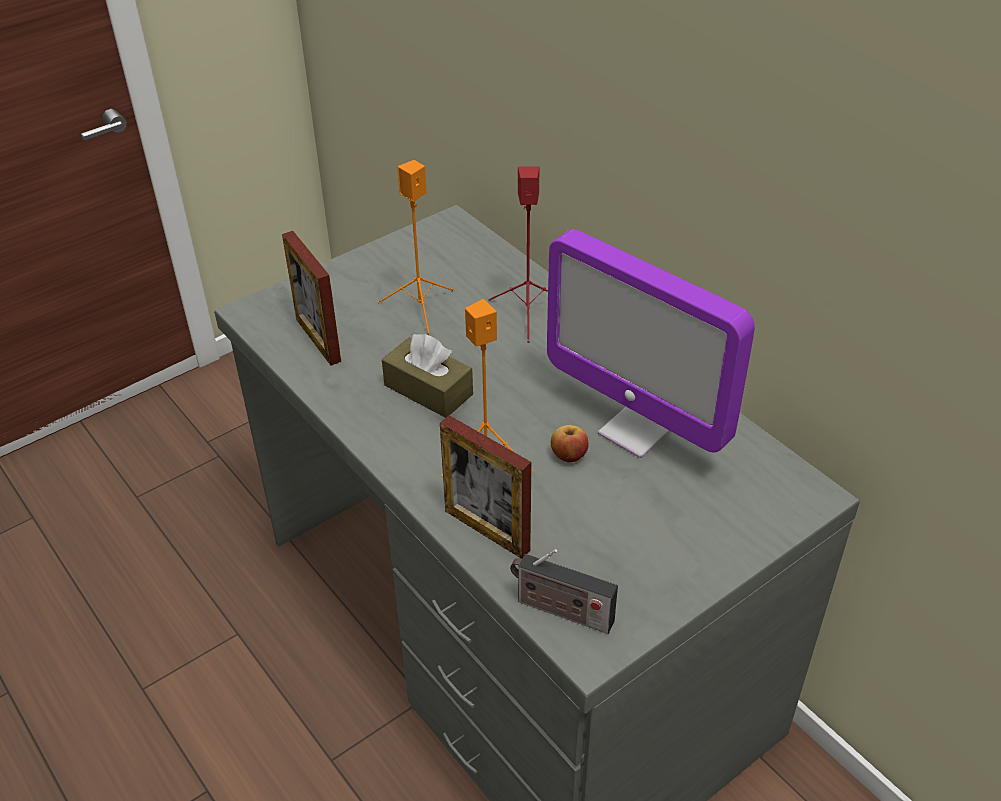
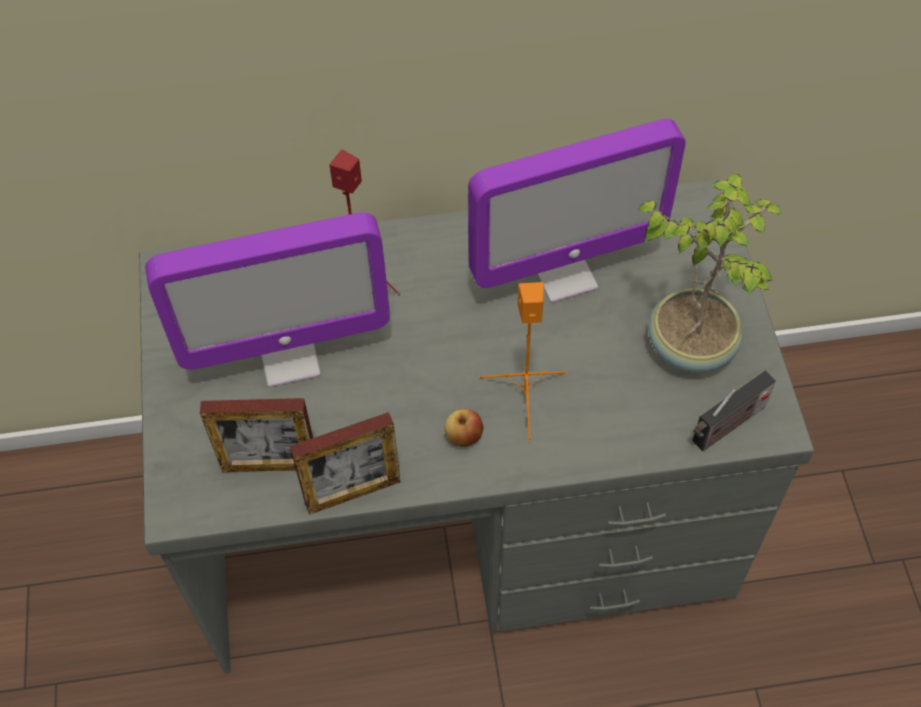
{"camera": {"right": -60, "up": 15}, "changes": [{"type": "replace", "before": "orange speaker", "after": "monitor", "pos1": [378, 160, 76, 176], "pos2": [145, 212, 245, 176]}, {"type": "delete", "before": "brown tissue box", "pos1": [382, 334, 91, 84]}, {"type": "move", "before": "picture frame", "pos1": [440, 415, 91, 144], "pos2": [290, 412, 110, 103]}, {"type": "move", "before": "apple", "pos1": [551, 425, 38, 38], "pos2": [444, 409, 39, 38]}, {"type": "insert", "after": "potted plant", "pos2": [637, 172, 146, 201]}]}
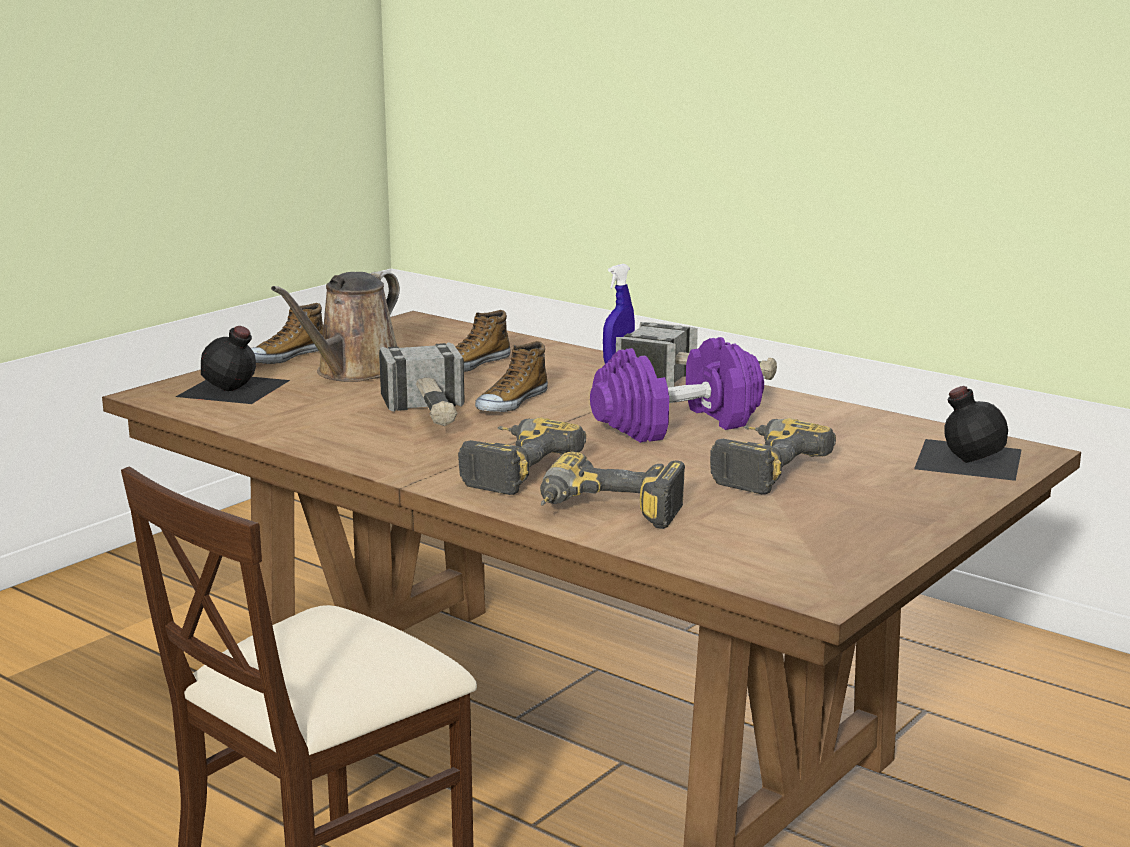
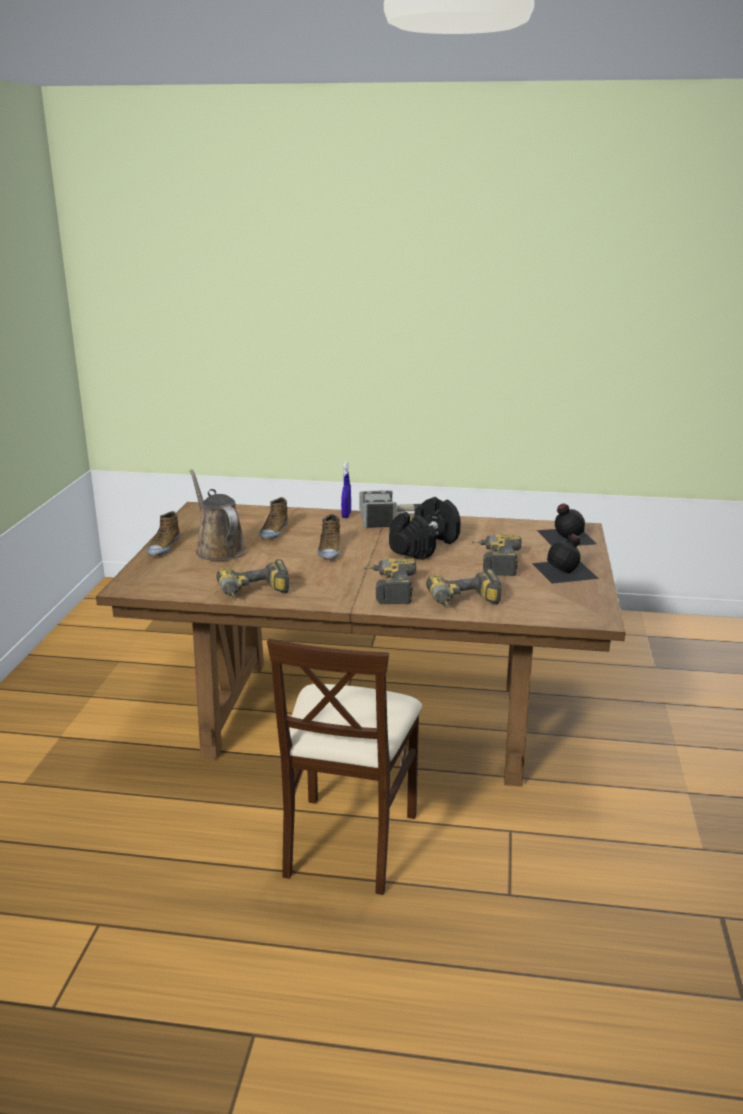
{"camera": {"right": -30, "up": 5}, "changes": [{"type": "move", "before": "black bottle", "pos1": [176, 326, 114, 78], "pos2": [532, 534, 67, 50]}, {"type": "rotate", "before": "brown watering can", "pos1": [271, 272, 129, 110], "pos2": [190, 469, 56, 92], "turn": 150}, {"type": "delete", "before": "hammer", "pos1": [379, 342, 86, 84]}, {"type": "recolor", "before": "purple dumbbell", "after": "black dumbbell", "pos1": [590, 337, 174, 106], "pos2": [389, 497, 72, 63]}, {"type": "insert", "after": "power drill", "pos2": [216, 559, 73, 39]}]}
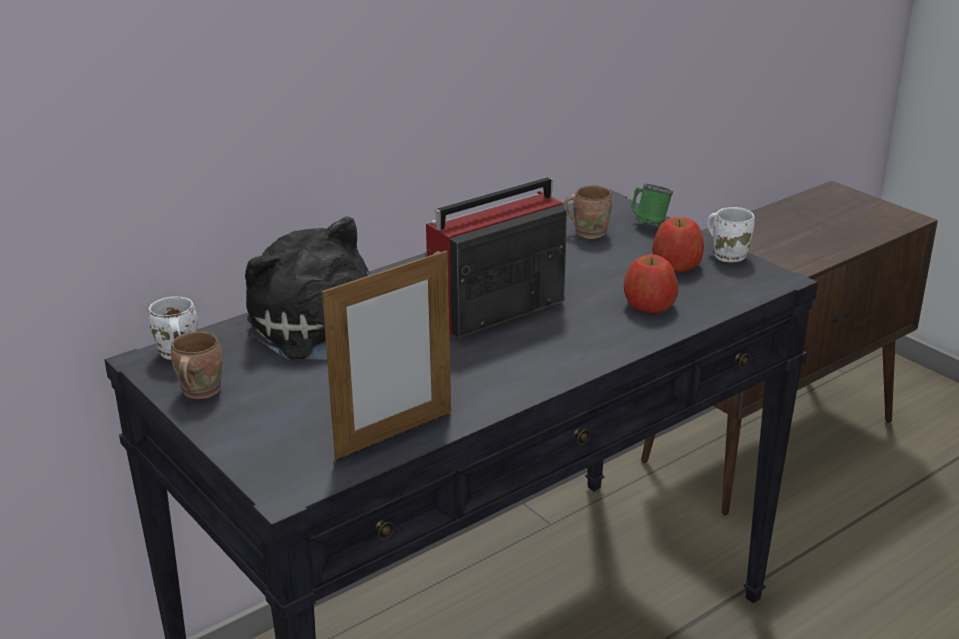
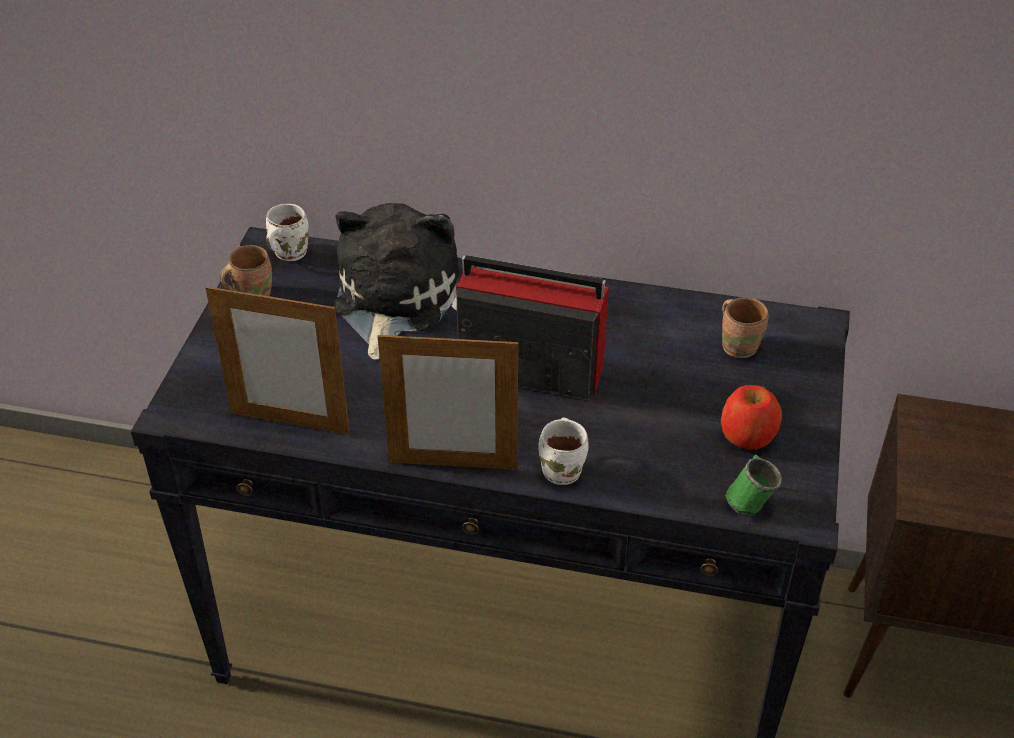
{"camera": {"right": 50, "up": 15}, "changes": [{"type": "delete", "before": "apple", "pos1": [624, 254, 54, 60]}, {"type": "move", "before": "green mug", "pos1": [631, 183, 42, 43], "pos2": [726, 455, 56, 61]}, {"type": "move", "before": "white mug", "pos1": [707, 207, 48, 55], "pos2": [538, 418, 50, 67]}, {"type": "insert", "after": "picture frame", "pos2": [378, 331, 140, 139]}]}
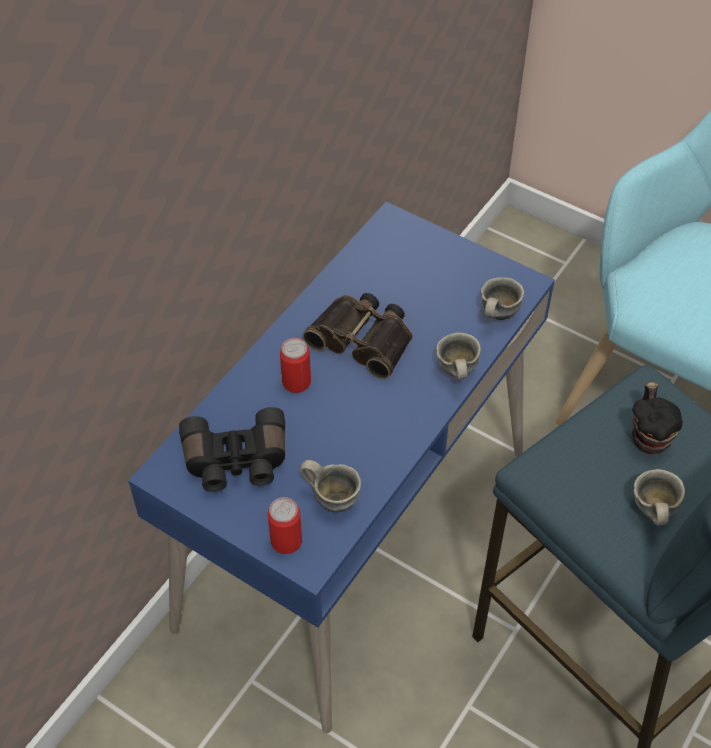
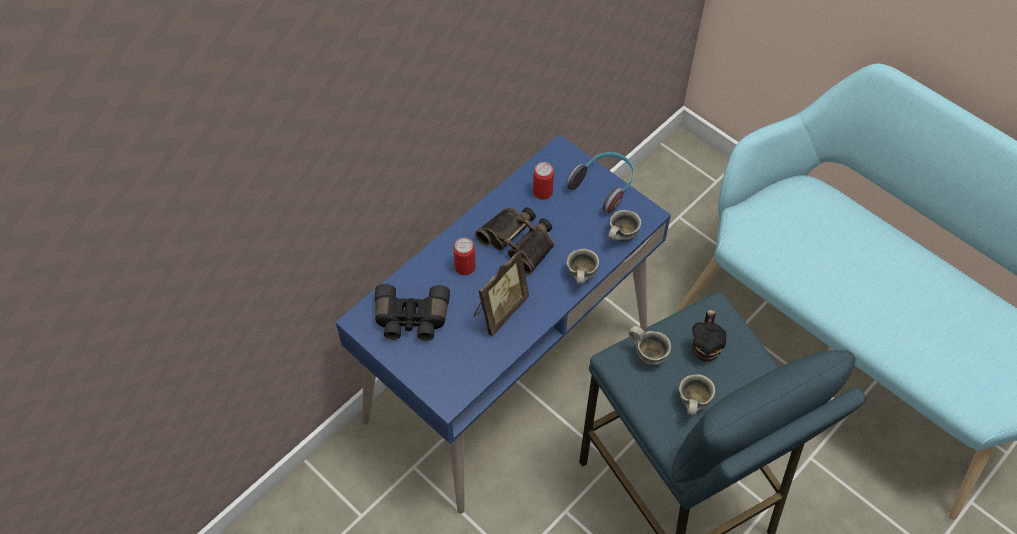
{"camera": {"right": 10, "up": 5}, "changes": [{"type": "move", "before": "can", "pos1": [268, 497, 34, 57], "pos2": [533, 162, 21, 38]}, {"type": "move", "before": "grey mug", "pos1": [300, 460, 61, 52], "pos2": [629, 326, 42, 40]}, {"type": "insert", "after": "picture frame", "pos2": [474, 249, 55, 87]}, {"type": "insert", "after": "headphones", "pos2": [567, 152, 67, 61]}]}
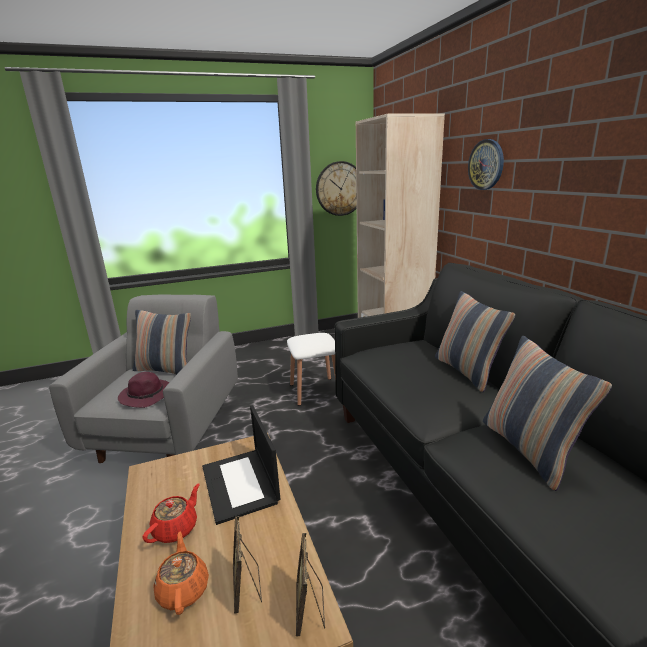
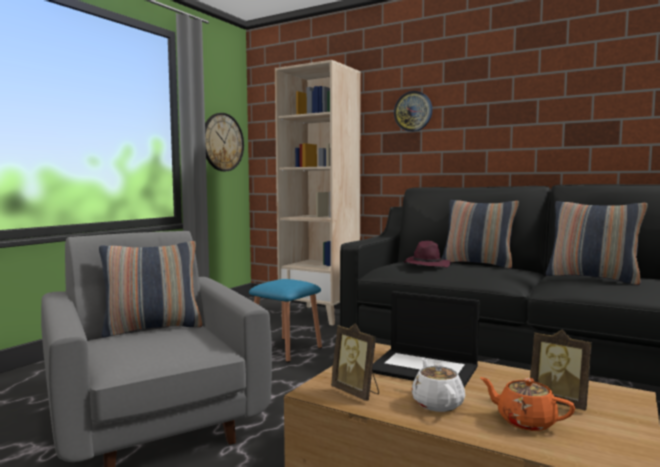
{"camera": {"right": -40, "up": -15}, "changes": [{"type": "move", "before": "purple hat", "pos1": [118, 372, 51, 36], "pos2": [404, 241, 47, 27]}, {"type": "recolor", "before": "red teapot", "after": "white teapot", "pos1": [142, 483, 58, 60], "pos2": [411, 357, 54, 55]}, {"type": "recolor", "before": "white stool", "after": "blue stool", "pos1": [287, 333, 48, 73], "pos2": [249, 279, 73, 83]}, {"type": "move", "before": "picture frame", "pos1": [296, 533, 29, 103], "pos2": [331, 323, 48, 78]}]}
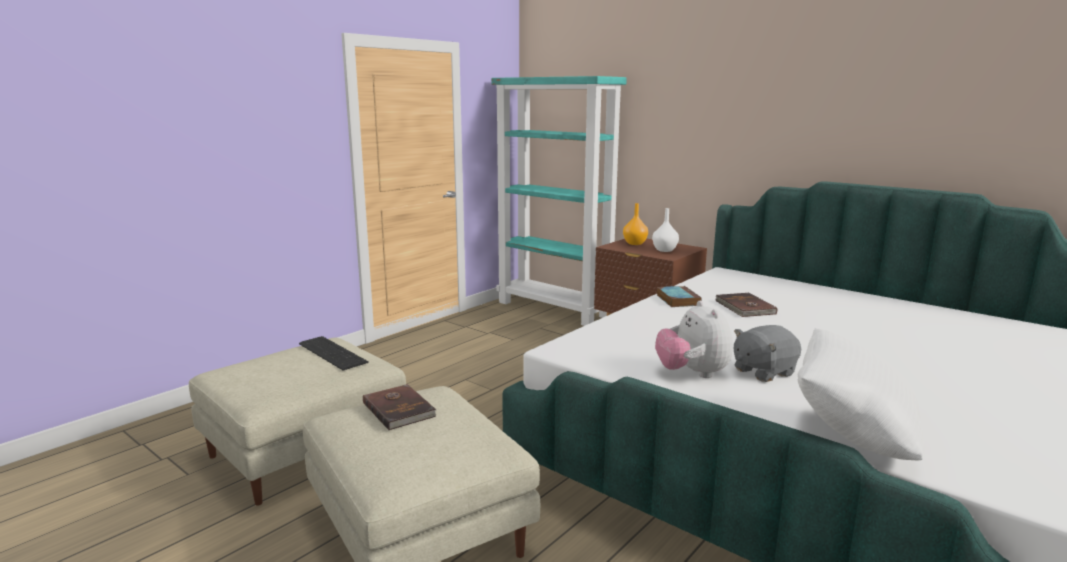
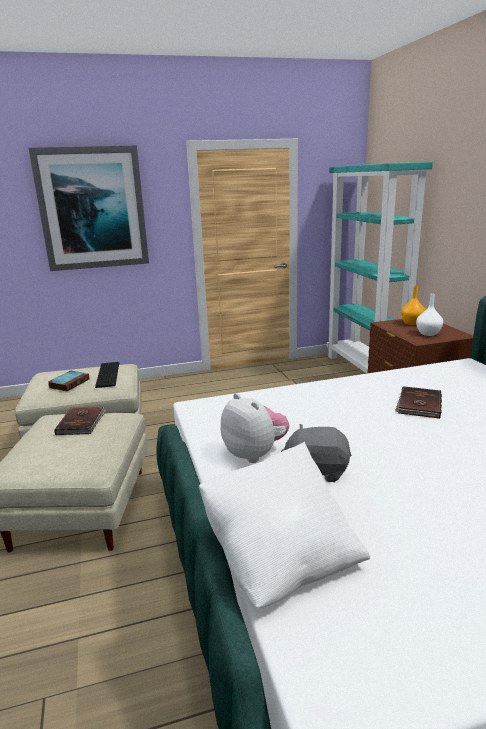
{"camera": {"right": 35, "up": 5}, "changes": [{"type": "rotate", "before": "plush toy", "pos1": [655, 301, 78, 77], "pos2": [221, 393, 68, 70], "turn": 120}, {"type": "move", "before": "book", "pos1": [657, 286, 45, 21], "pos2": [48, 371, 41, 20]}, {"type": "insert", "after": "picture", "pos2": [29, 145, 120, 126]}]}
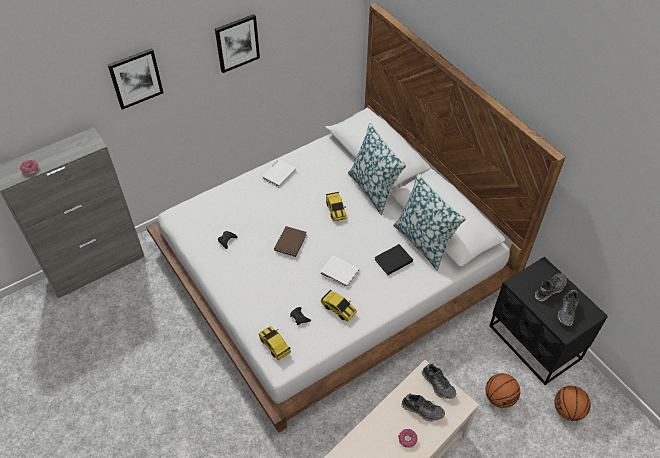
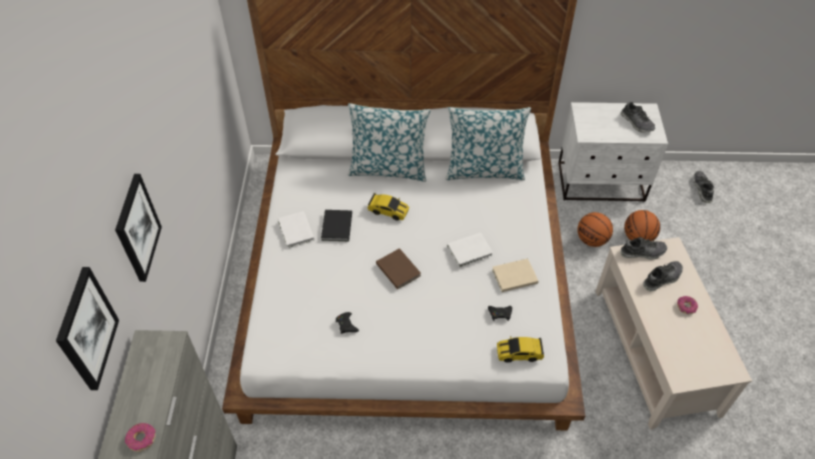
{"camera": {"right": -55, "up": 0}, "changes": [{"type": "move", "before": "picture", "pos1": [215, 14, 45, 59], "pos2": [56, 267, 63, 123]}, {"type": "replace", "before": "toy car", "after": "beige book", "pos1": [321, 289, 36, 33], "pos2": [492, 258, 46, 34]}, {"type": "move", "before": "black book", "pos1": [374, 244, 39, 31], "pos2": [321, 210, 31, 31]}, {"type": "recolor", "before": "black nightstand", "after": "white nightstand", "pos1": [489, 257, 119, 128], "pos2": [558, 102, 110, 100]}, {"type": "move", "before": "shoe", "pos1": [535, 273, 32, 28], "pos2": [694, 171, 20, 32]}, {"type": "move", "before": "basketball", "pos1": [554, 386, 37, 35], "pos2": [577, 212, 36, 35]}]}
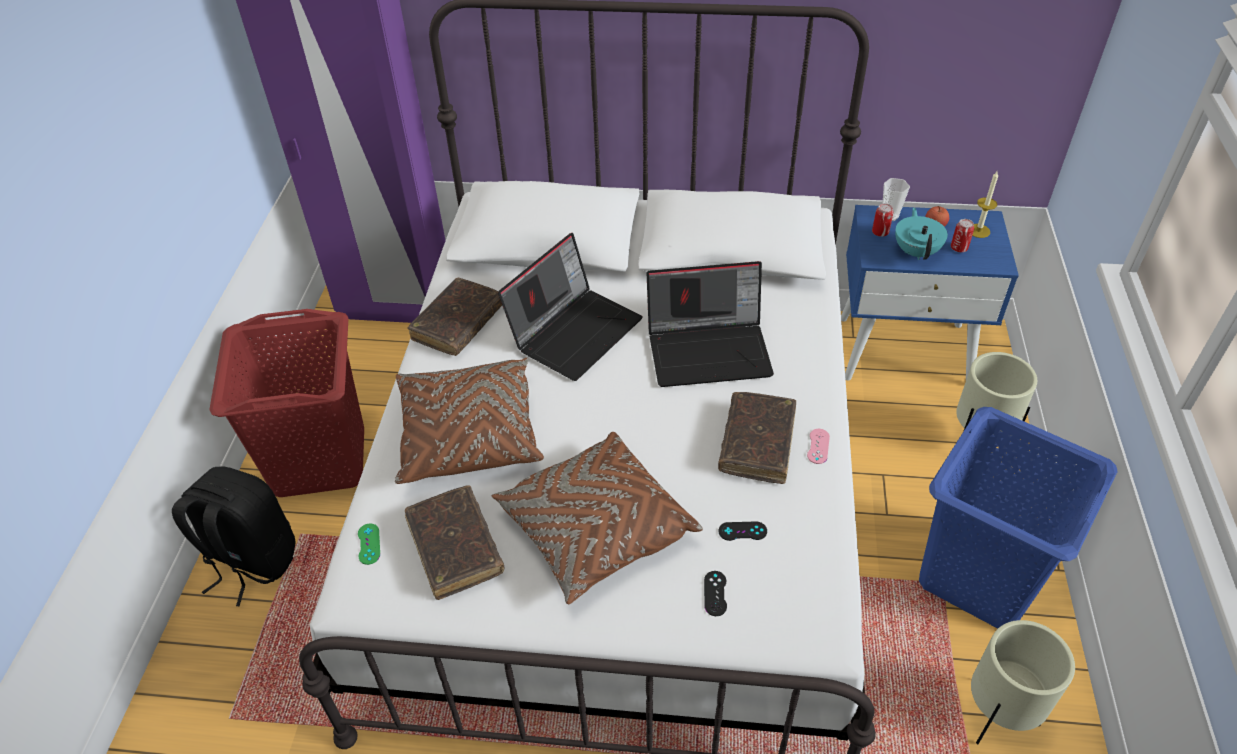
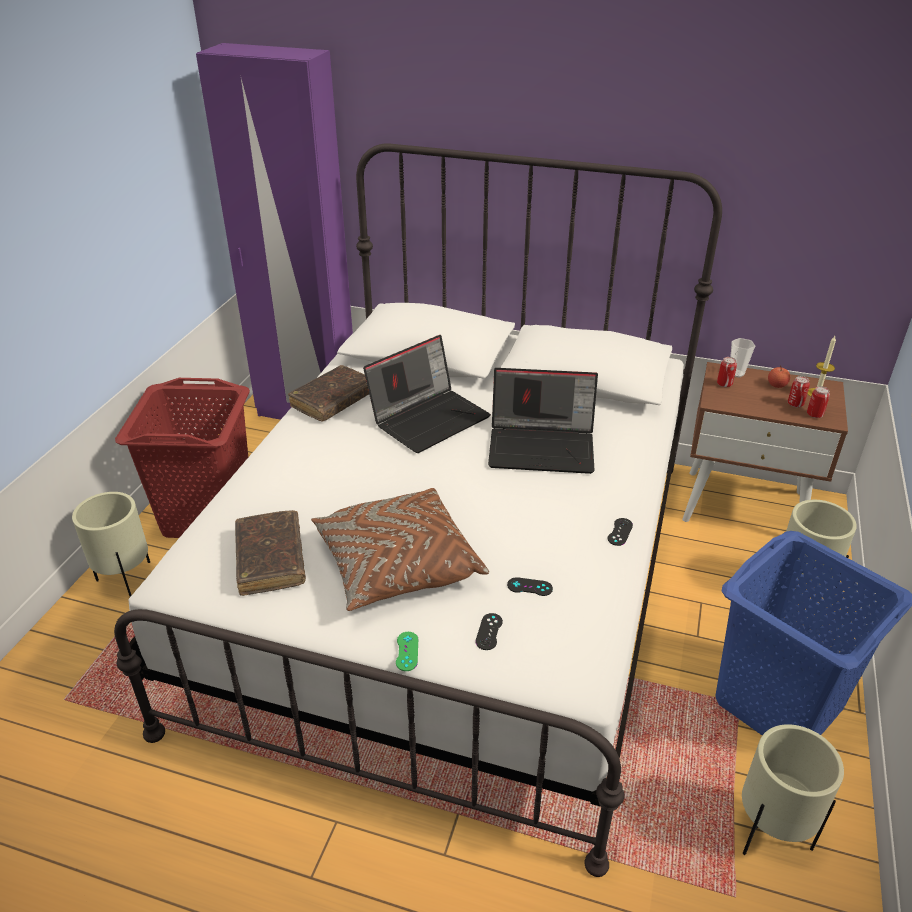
{"camera": {"right": 10, "up": -10}, "changes": [{"type": "replace", "before": "black backpack", "after": "beige planter", "pos1": [172, 466, 123, 140], "pos2": [72, 492, 78, 105]}, {"type": "move", "before": "green game controller", "pos1": [358, 523, 22, 42], "pos2": [396, 632, 22, 39]}, {"type": "delete", "before": "brown pillow", "pos1": [395, 358, 149, 126]}, {"type": "delete", "before": "brown book", "pos1": [718, 392, 78, 92]}, {"type": "recolor", "before": "pink game controller", "after": "black game controller", "pos1": [807, 429, 23, 35], "pos2": [608, 518, 25, 28]}, {"type": "recolor", "before": "blue nightstand", "after": "brown nightstand", "pos1": [841, 205, 178, 176], "pos2": [682, 362, 166, 160]}, {"type": "delete", "before": "turquoise teapot", "pos1": [895, 208, 53, 52]}, {"type": "insert", "after": "can", "pos2": [807, 386, 23, 32]}]}
